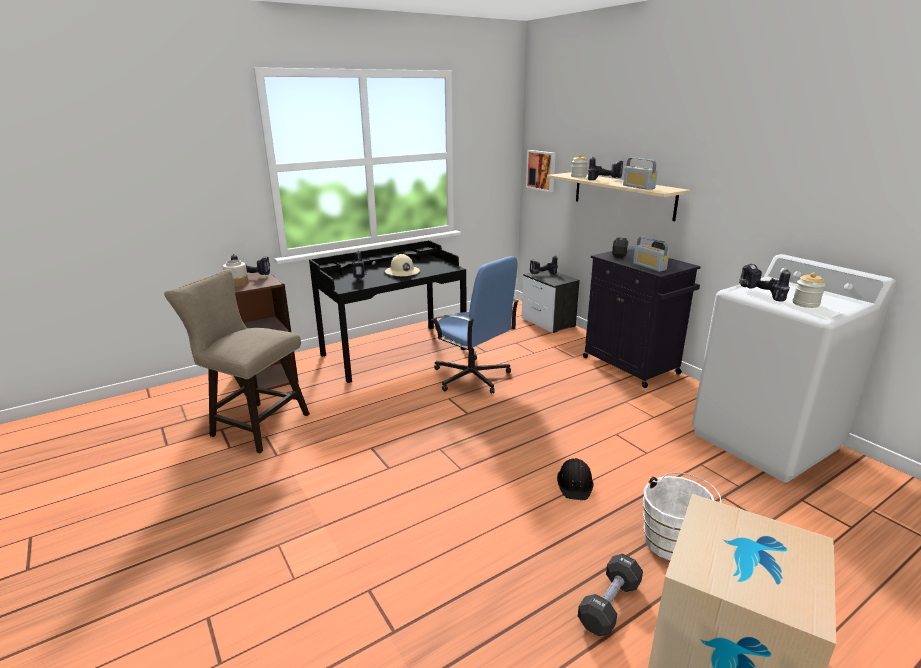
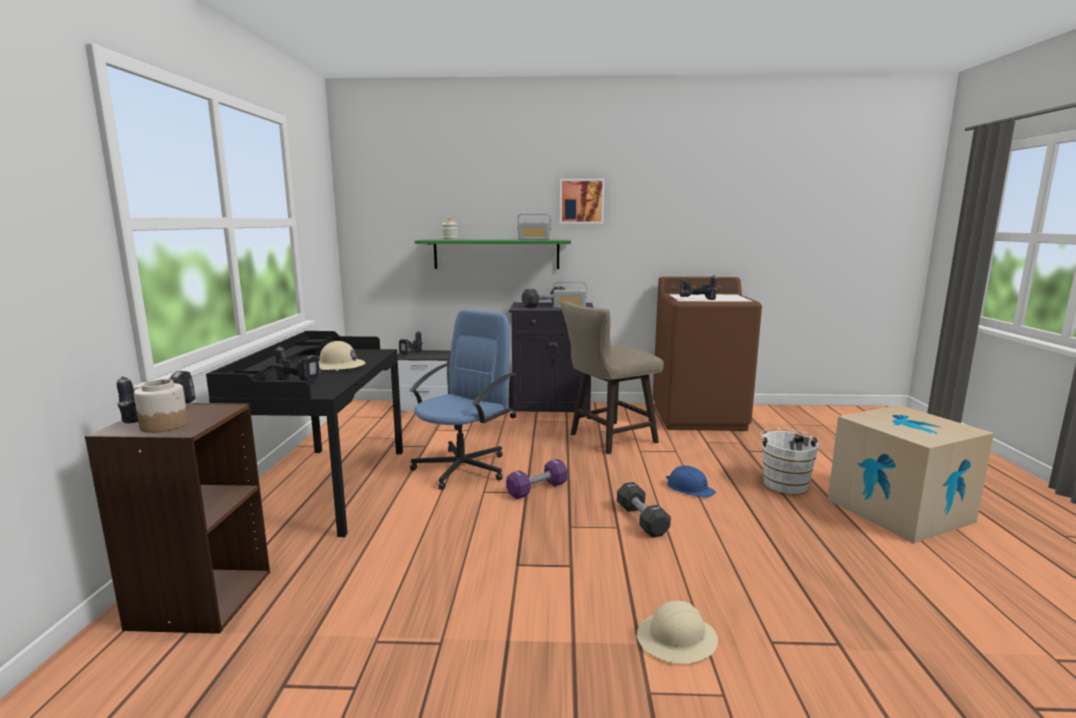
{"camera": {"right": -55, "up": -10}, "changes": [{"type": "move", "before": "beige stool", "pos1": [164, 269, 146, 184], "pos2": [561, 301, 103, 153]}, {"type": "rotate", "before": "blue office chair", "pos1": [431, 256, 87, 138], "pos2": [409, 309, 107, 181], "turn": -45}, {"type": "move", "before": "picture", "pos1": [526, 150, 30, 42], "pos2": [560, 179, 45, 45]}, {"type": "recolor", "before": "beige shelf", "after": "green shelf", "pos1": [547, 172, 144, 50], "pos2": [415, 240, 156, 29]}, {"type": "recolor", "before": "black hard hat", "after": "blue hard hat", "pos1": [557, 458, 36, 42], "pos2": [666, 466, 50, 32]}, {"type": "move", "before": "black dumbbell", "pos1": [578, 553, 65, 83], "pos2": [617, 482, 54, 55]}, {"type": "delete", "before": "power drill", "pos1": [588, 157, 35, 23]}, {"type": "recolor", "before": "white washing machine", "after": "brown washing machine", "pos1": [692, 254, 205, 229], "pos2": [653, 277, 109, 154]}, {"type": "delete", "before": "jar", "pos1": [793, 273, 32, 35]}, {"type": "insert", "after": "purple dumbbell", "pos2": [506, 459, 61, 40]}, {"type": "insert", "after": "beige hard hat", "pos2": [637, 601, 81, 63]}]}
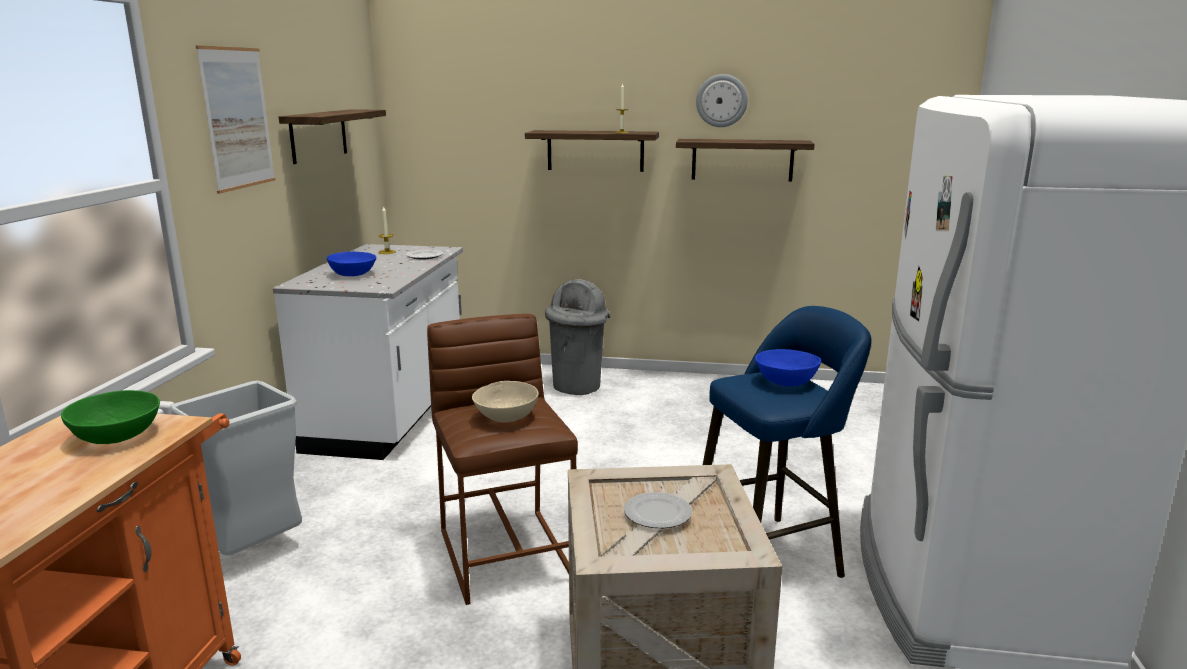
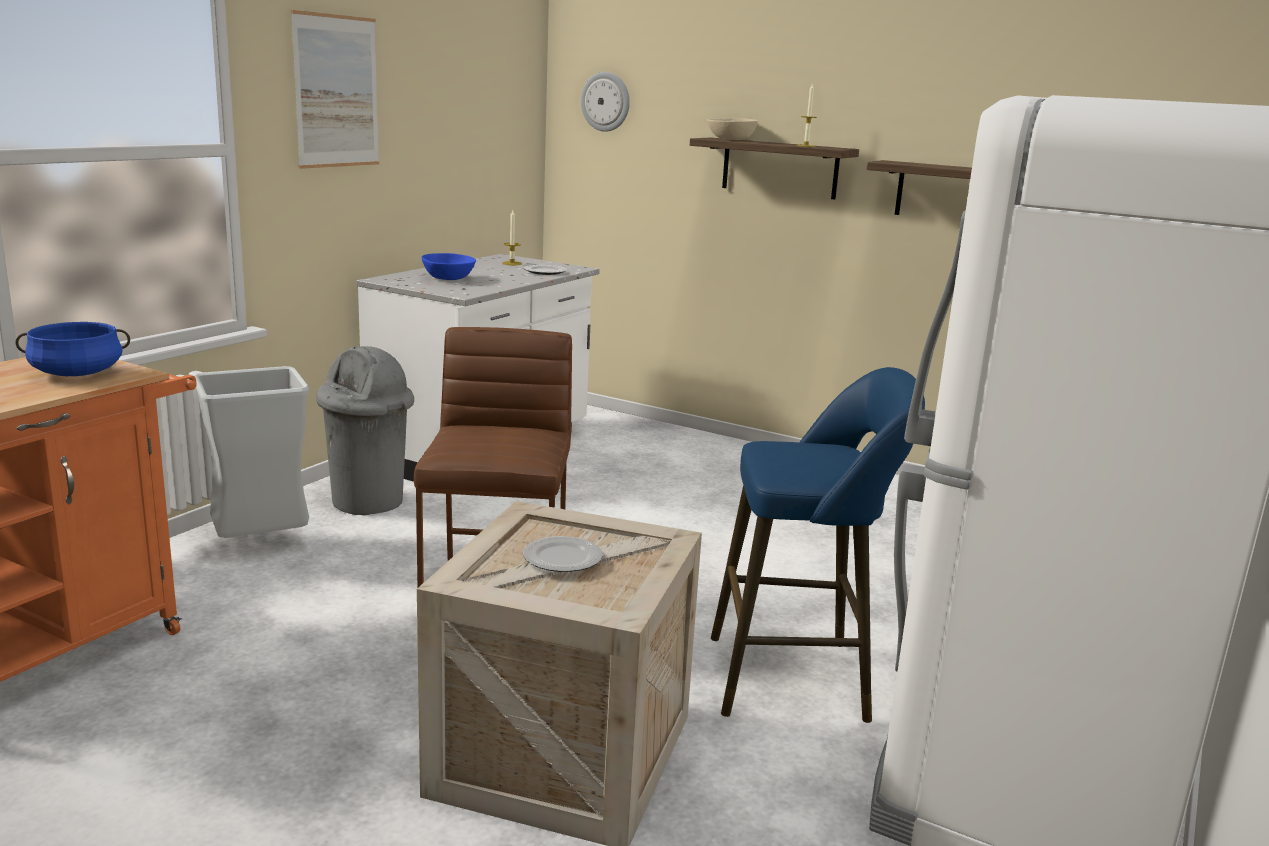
{"camera": {"right": 20, "up": 0}, "changes": [{"type": "replace", "before": "green bowl", "after": "blue cooking pot", "pos1": [61, 390, 99, 54], "pos2": [16, 322, 114, 54]}, {"type": "delete", "before": "shelf", "pos1": [279, 109, 107, 55]}, {"type": "move", "before": "beige bowl", "pos1": [472, 381, 67, 42], "pos2": [707, 118, 51, 22]}, {"type": "move", "before": "grey trash can", "pos1": [545, 279, 65, 116], "pos2": [316, 346, 98, 169]}, {"type": "move", "before": "wall clock", "pos1": [696, 74, 52, 53], "pos2": [581, 72, 49, 60]}, {"type": "delete", "before": "blue bowl", "pos1": [755, 349, 66, 37]}]}
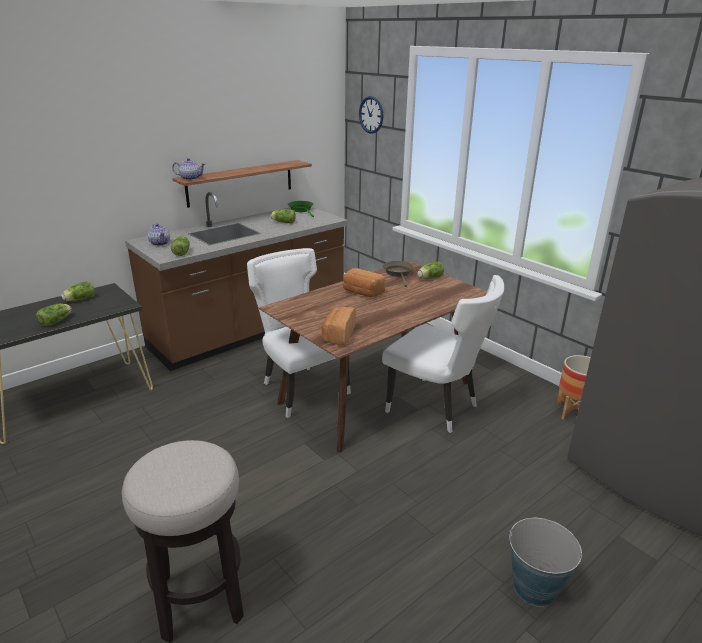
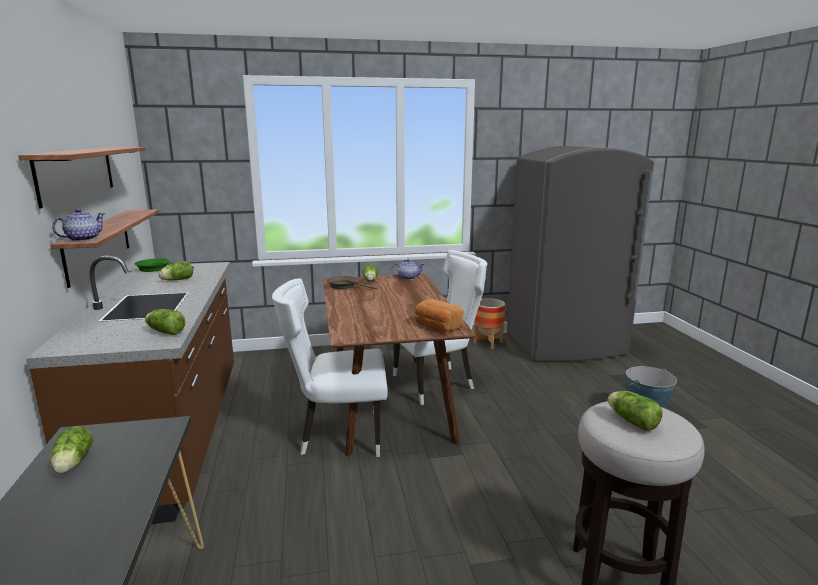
{"camera": {"right": -60, "up": -10}, "changes": [{"type": "move", "before": "lettuce", "pos1": [36, 304, 36, 22], "pos2": [608, 391, 55, 40]}, {"type": "move", "before": "teapot", "pos1": [148, 224, 22, 22], "pos2": [392, 259, 32, 21]}, {"type": "delete", "before": "bread", "pos1": [343, 268, 43, 30]}, {"type": "delete", "before": "wall clock", "pos1": [359, 96, 24, 38]}, {"type": "insert", "after": "shelf", "pos2": [18, 147, 127, 62]}]}
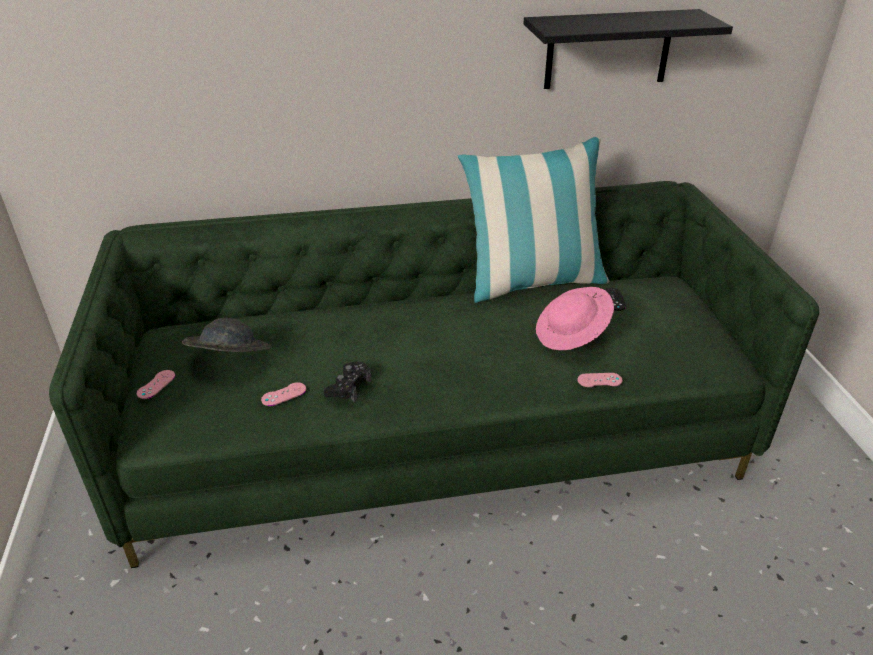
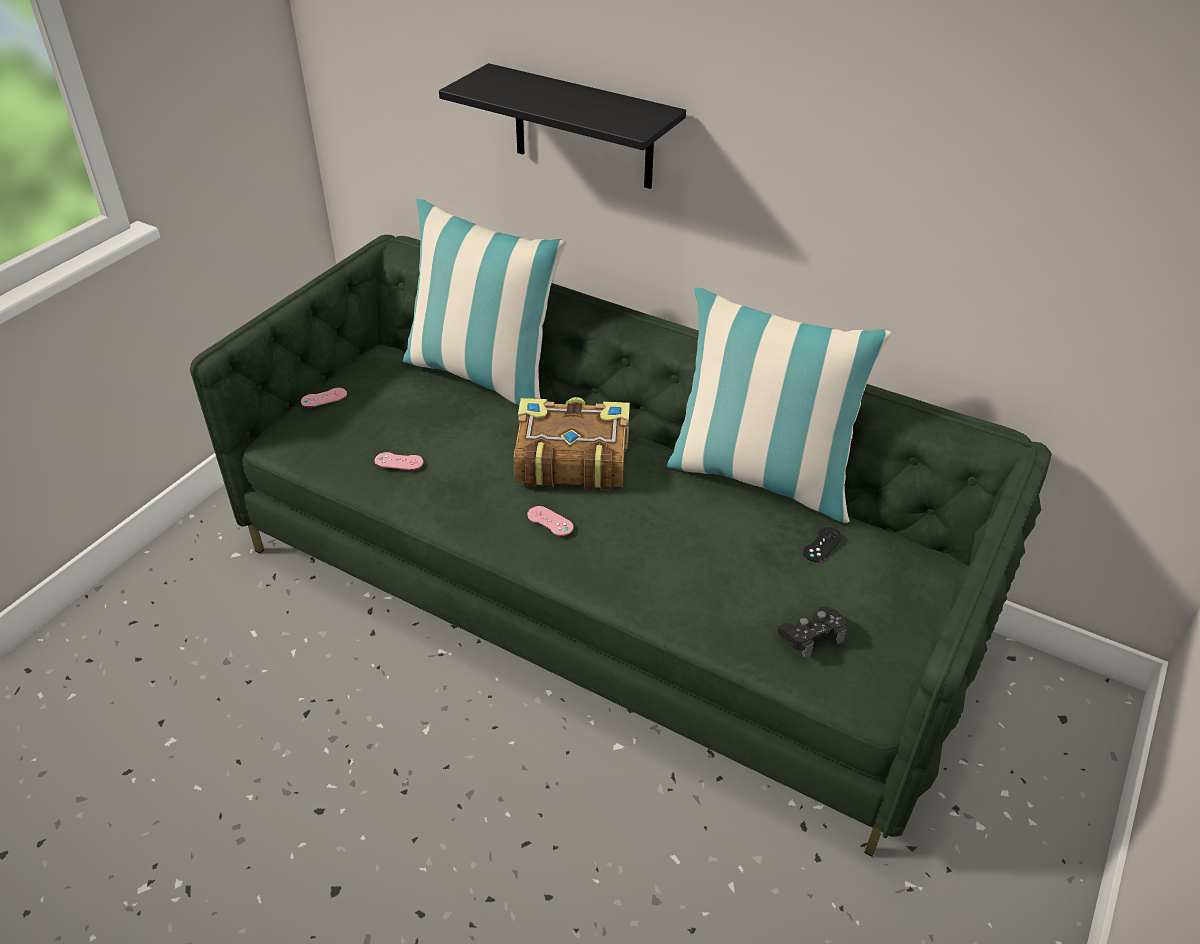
{"camera": {"right": 40, "up": 5}, "changes": [{"type": "delete", "before": "grey hat", "pos1": [182, 318, 90, 34]}, {"type": "move", "before": "black game controller", "pos1": [324, 361, 48, 41], "pos2": [777, 606, 69, 53]}, {"type": "move", "before": "black shelf", "pos1": [524, 9, 209, 80], "pos2": [439, 63, 247, 126]}, {"type": "delete", "before": "pink hat", "pos1": [536, 287, 78, 63]}, {"type": "move", "before": "pink game controller", "pos1": [577, 373, 46, 14], "pos2": [527, 506, 46, 30]}, {"type": "insert", "after": "pillow", "pos2": [403, 199, 163, 207]}, {"type": "insert", "after": "book", "pos2": [514, 397, 116, 93]}]}
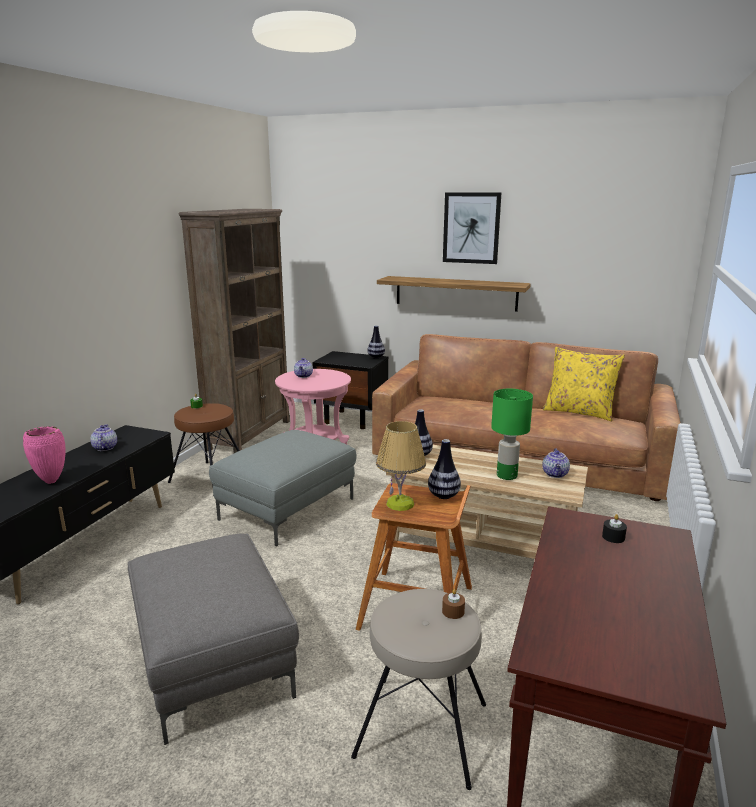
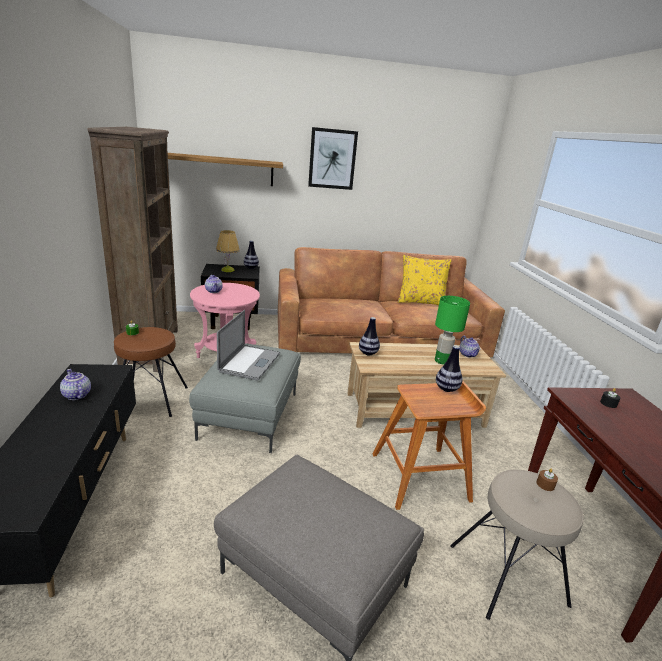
{"camera": {"right": -30, "up": 5}, "changes": [{"type": "delete", "before": "pink vase", "pos1": [23, 426, 43, 58]}, {"type": "move", "before": "table lamp", "pos1": [376, 421, 50, 90], "pos2": [216, 230, 24, 42]}, {"type": "move", "before": "shelf", "pos1": [377, 276, 154, 36], "pos2": [168, 153, 115, 33]}, {"type": "insert", "after": "laptop", "pos2": [217, 310, 63, 70]}]}
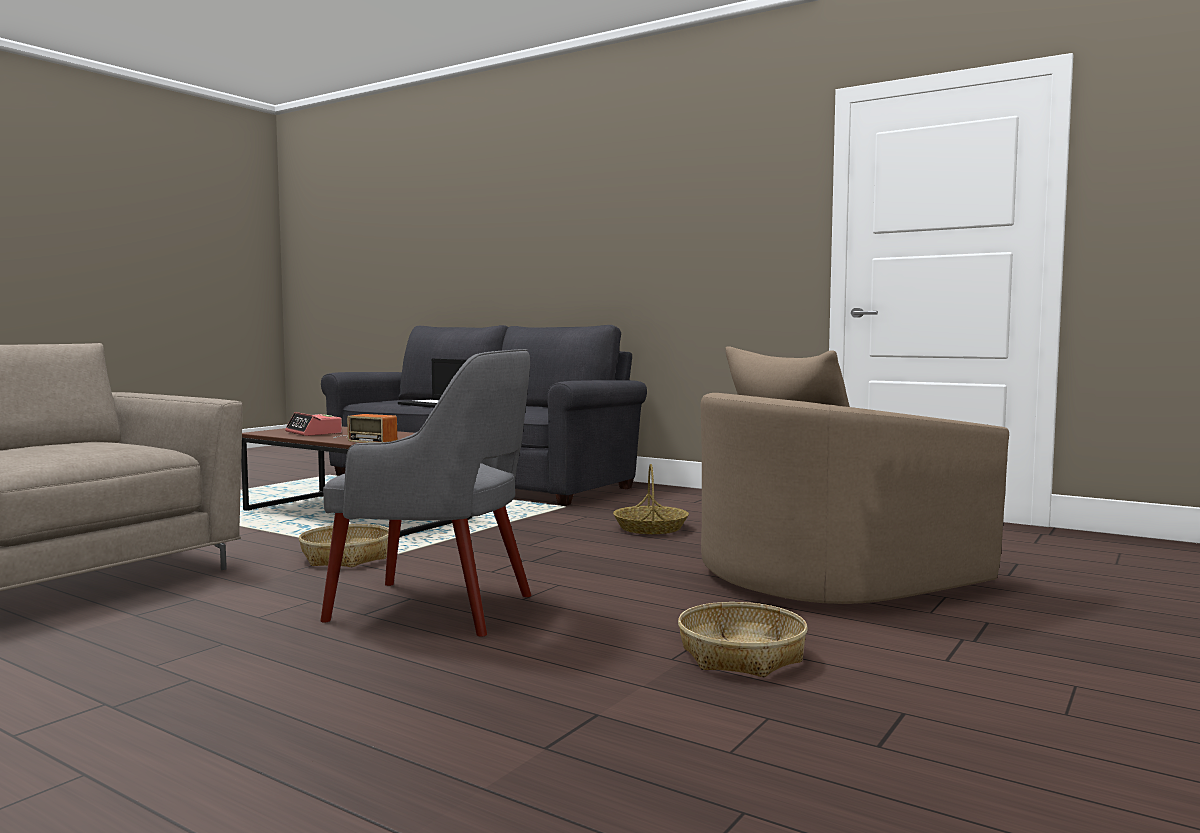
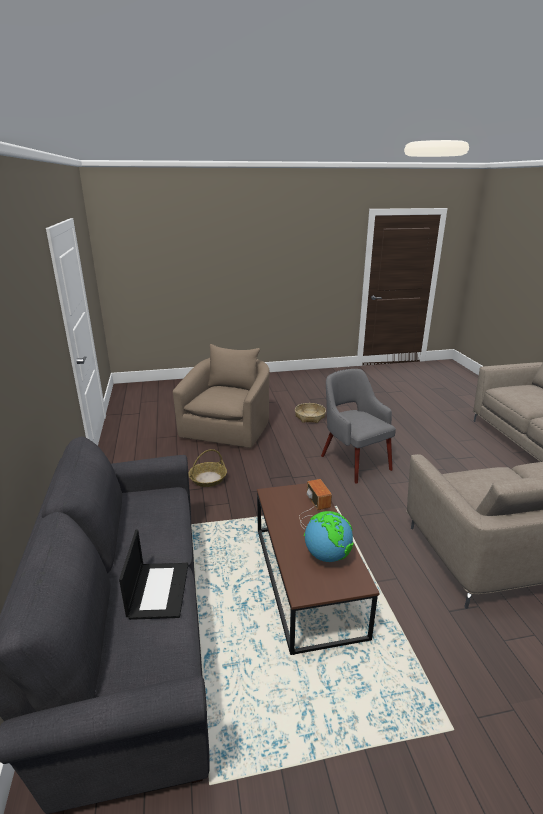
{"camera": {"right": -135, "up": 20}, "changes": [{"type": "replace", "before": "alarm clock", "after": "globe", "pos1": [285, 412, 57, 24], "pos2": [304, 511, 49, 51]}, {"type": "delete", "before": "basket", "pos1": [299, 524, 90, 43]}, {"type": "rotate", "before": "beige armchair", "pos1": [701, 346, 308, 258], "pos2": [173, 344, 97, 104], "turn": -90}]}
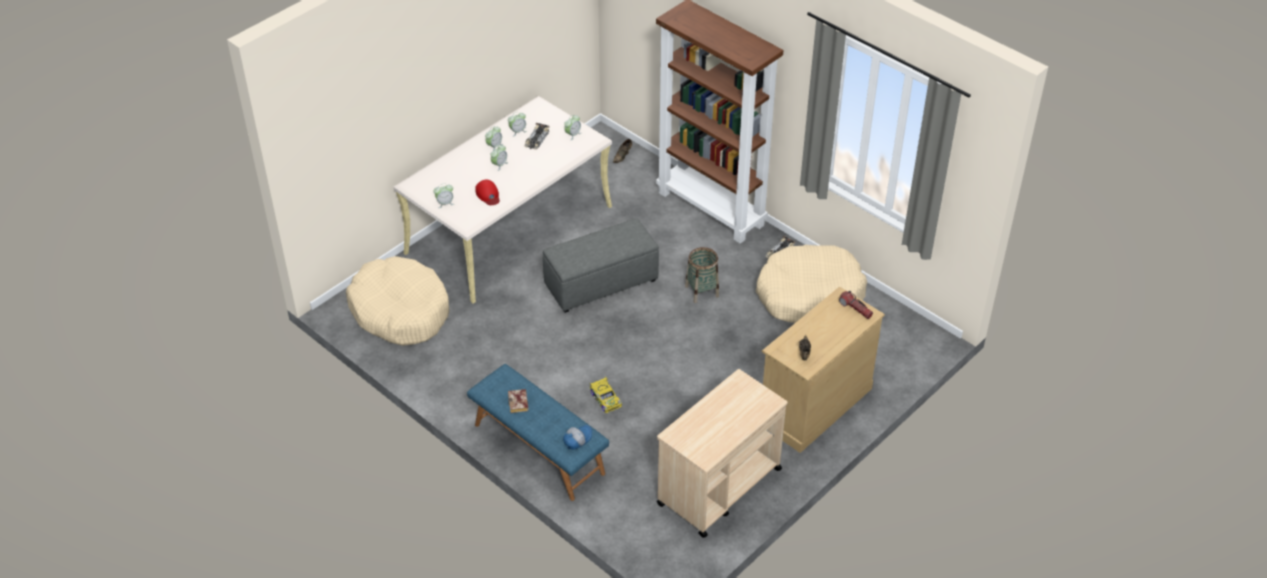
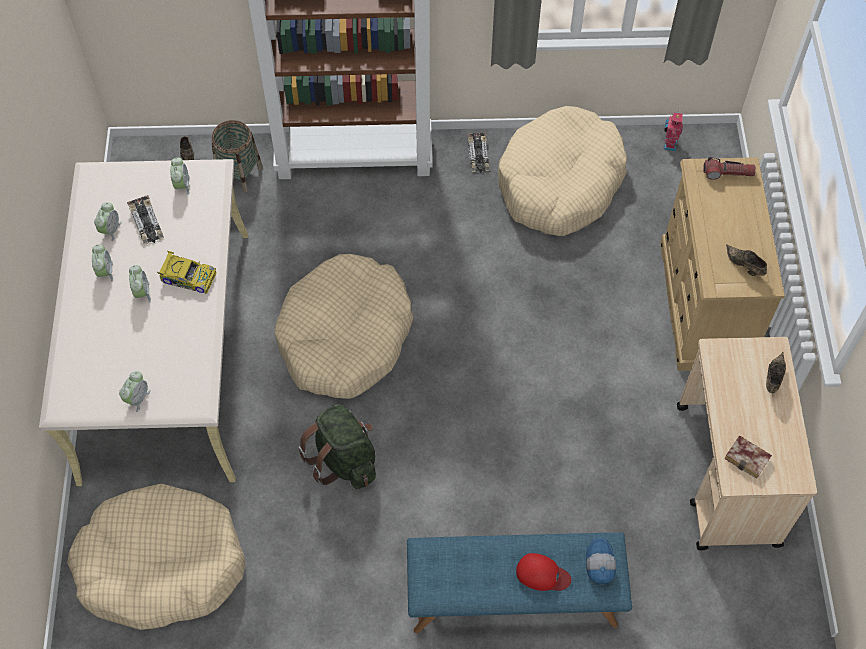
{"camera": {"right": -45, "up": 15}, "changes": [{"type": "move", "before": "red cap", "pos1": [475, 180, 25, 25], "pos2": [516, 553, 55, 38]}, {"type": "move", "before": "book", "pos1": [508, 389, 21, 24], "pos2": [724, 435, 48, 44]}, {"type": "replace", "before": "grey ottoman", "after": "beige dog bed", "pos1": [543, 219, 116, 94], "pos2": [274, 254, 139, 145]}, {"type": "move", "before": "toy car", "pos1": [590, 376, 32, 37], "pos2": [157, 251, 60, 43]}, {"type": "move", "before": "basket", "pos1": [685, 247, 34, 56], "pos2": [212, 120, 51, 73]}, {"type": "insert", "after": "green backpack", "pos2": [298, 404, 78, 85]}, {"type": "insert", "after": "toy robot", "pos2": [664, 111, 19, 40]}, {"type": "insert", "after": "brown shoe", "pos2": [766, 352, 20, 41]}]}
